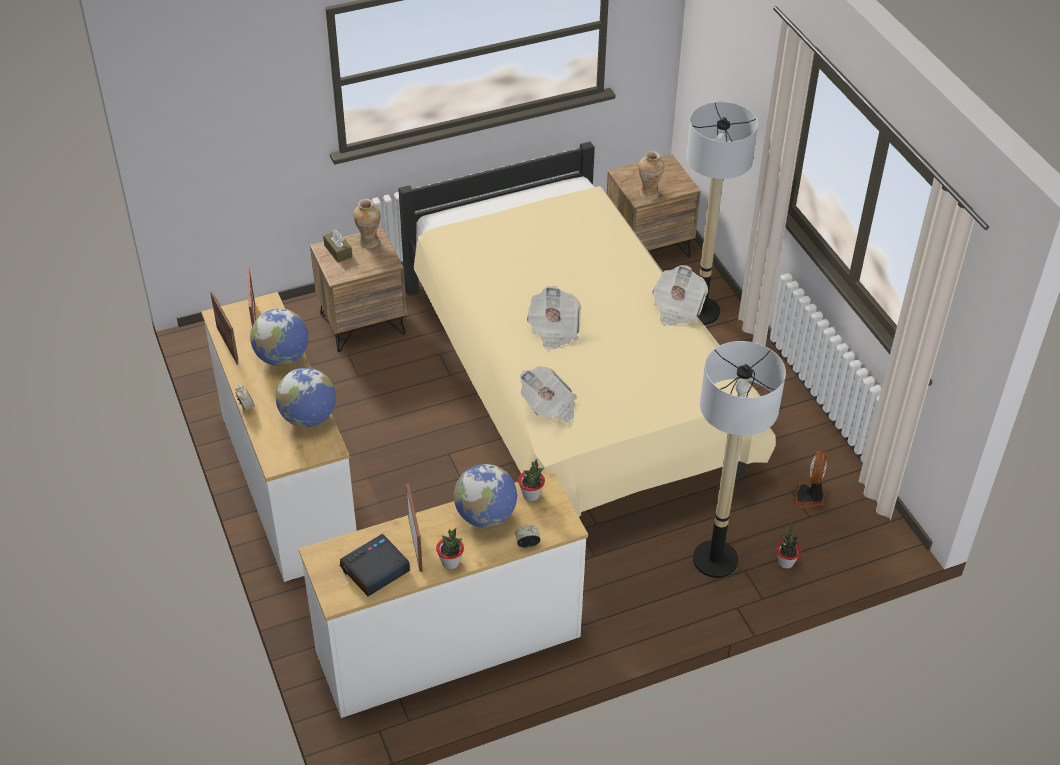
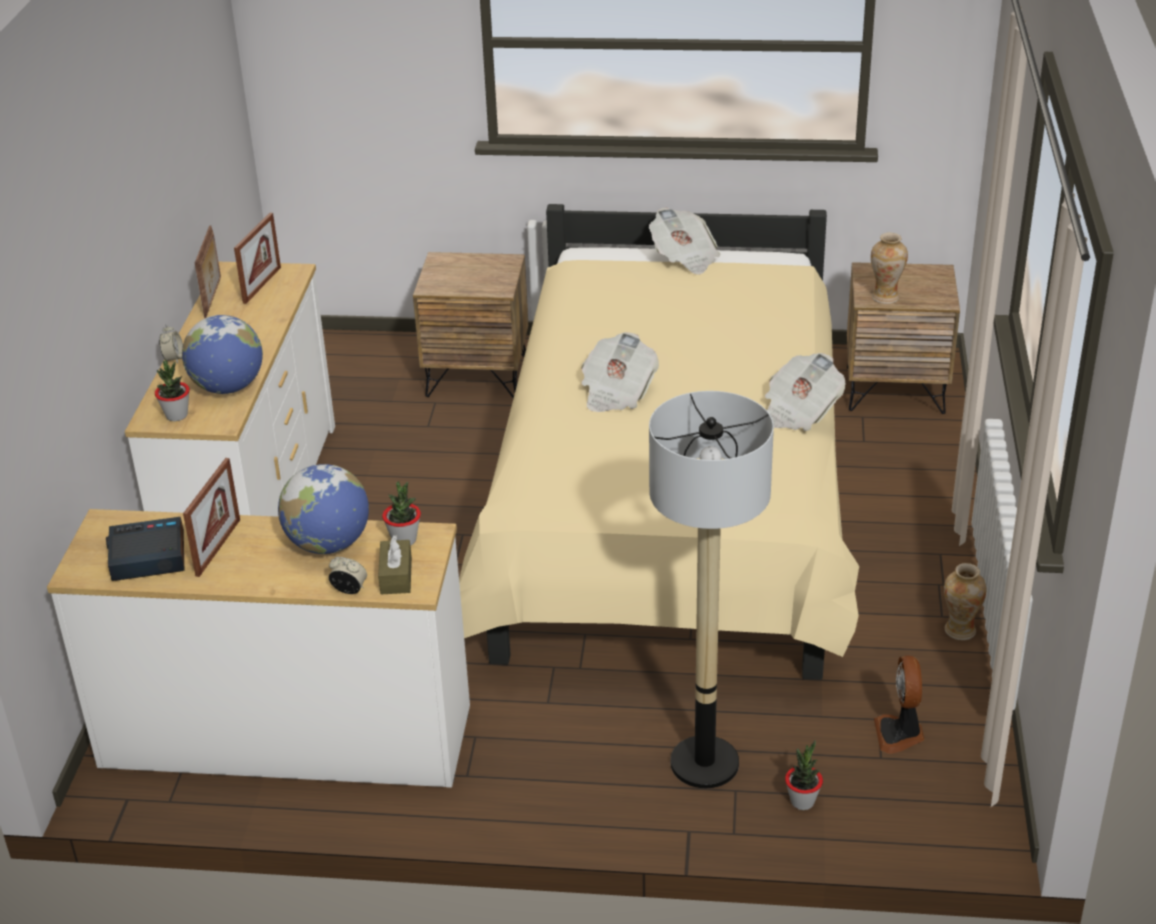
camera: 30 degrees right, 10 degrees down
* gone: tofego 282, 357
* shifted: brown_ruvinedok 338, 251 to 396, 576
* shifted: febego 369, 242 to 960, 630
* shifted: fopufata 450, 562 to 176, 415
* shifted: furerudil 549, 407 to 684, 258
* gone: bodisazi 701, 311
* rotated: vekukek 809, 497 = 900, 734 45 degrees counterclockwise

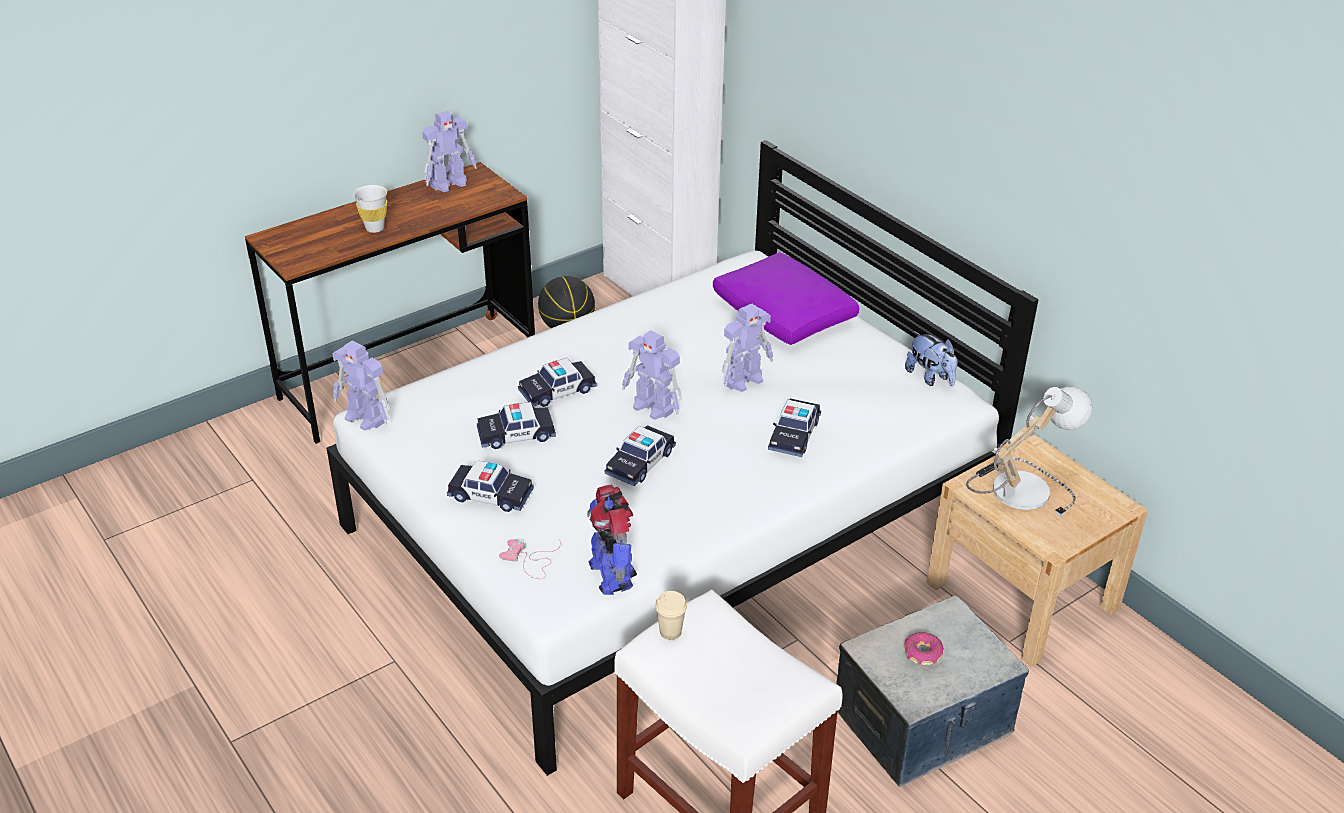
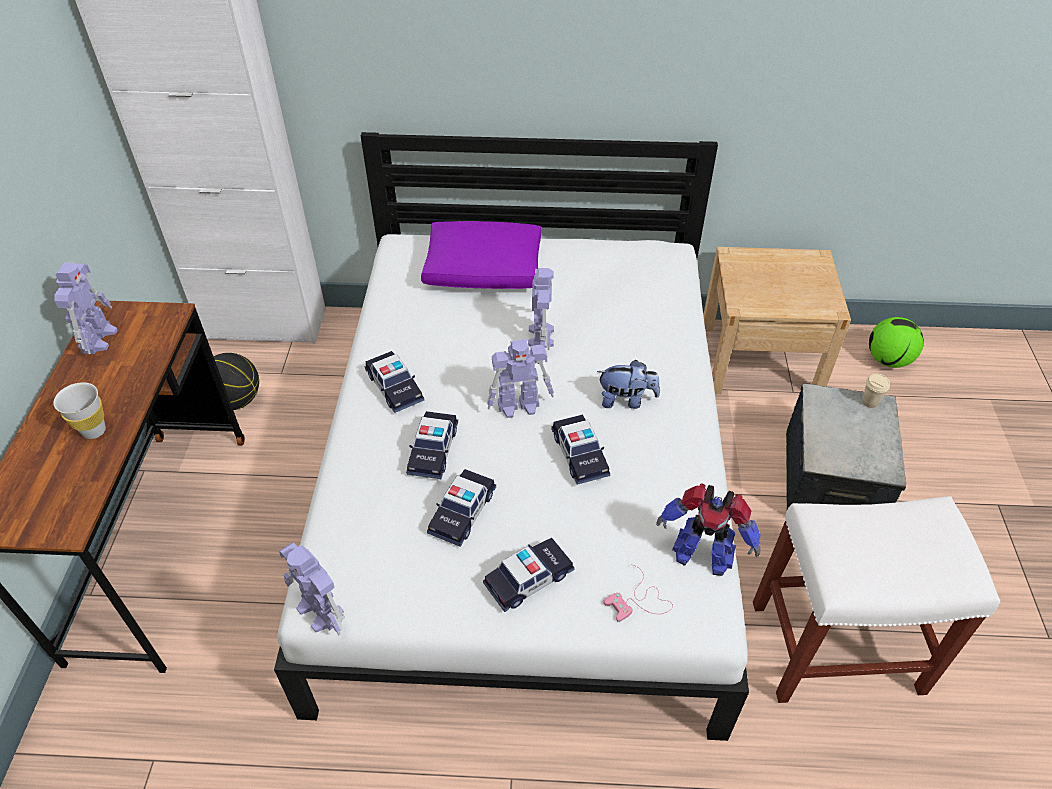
camera: 50 degrees left, 10 degrees up
* rotated: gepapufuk 366, 418 = 321, 611 60 degrees clockwise
* shifted: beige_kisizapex 670, 632 to 870, 402
* shifted: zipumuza 794, 435 to 394, 387
* gone: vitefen 922, 654
* shifted: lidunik 930, 377 to 626, 400
* gone: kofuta 1019, 487
* new: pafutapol 888, 360

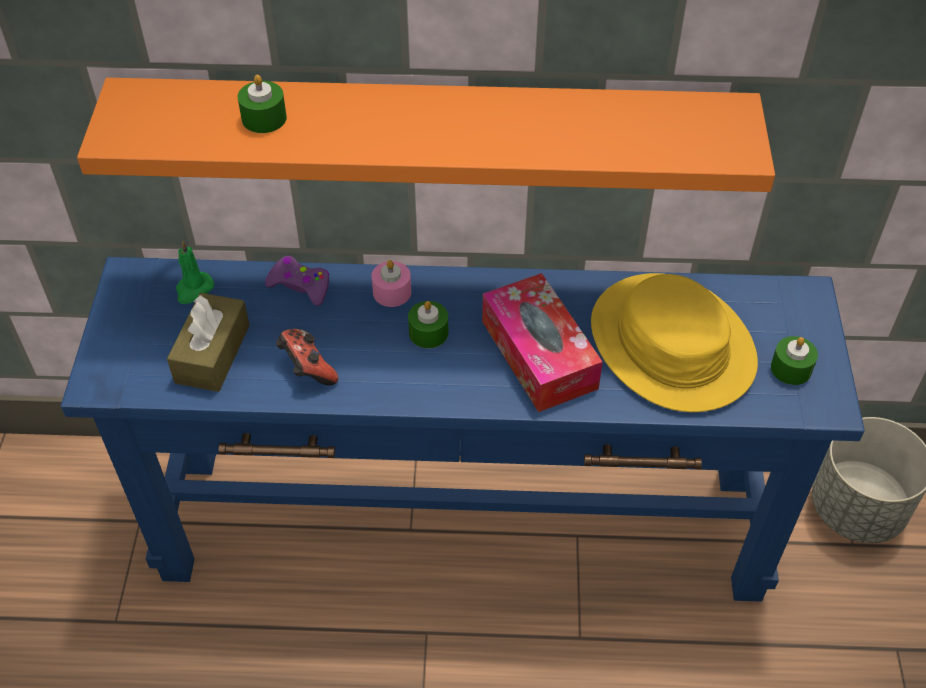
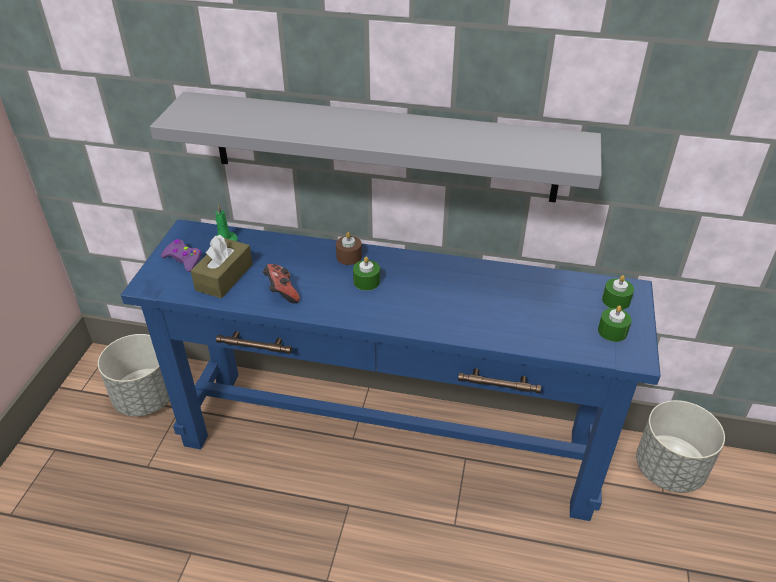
camera: 10 degrees right, 10 degrees down
* repainted: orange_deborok 431, 132 to grey_deborok 382, 147
* shifted: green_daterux 264, 118 to 616, 301
* shifted: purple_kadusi 300, 286 to 183, 259
* repainted: pink_daterux 392, 292 to brown_daterux 349, 257
* gone: ruvinedok 539, 354
* gone: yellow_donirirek 671, 344
* new: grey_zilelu 145, 398

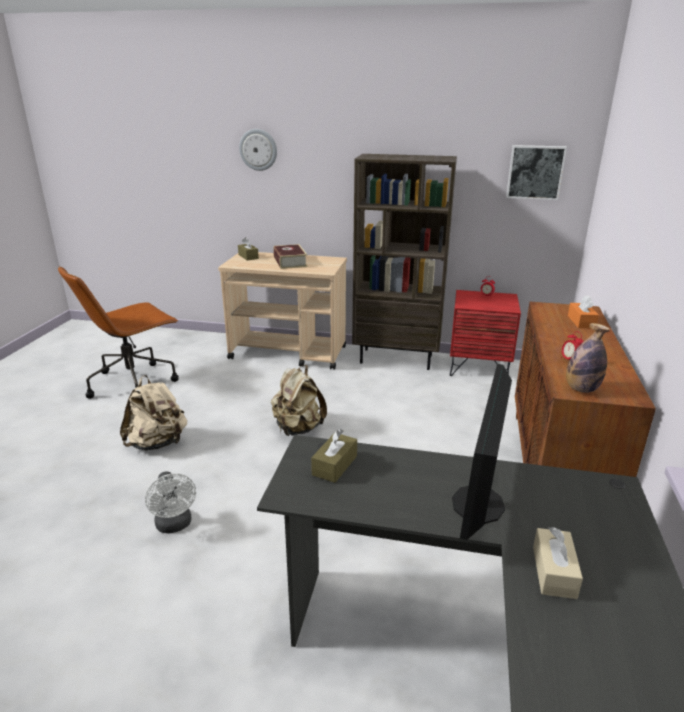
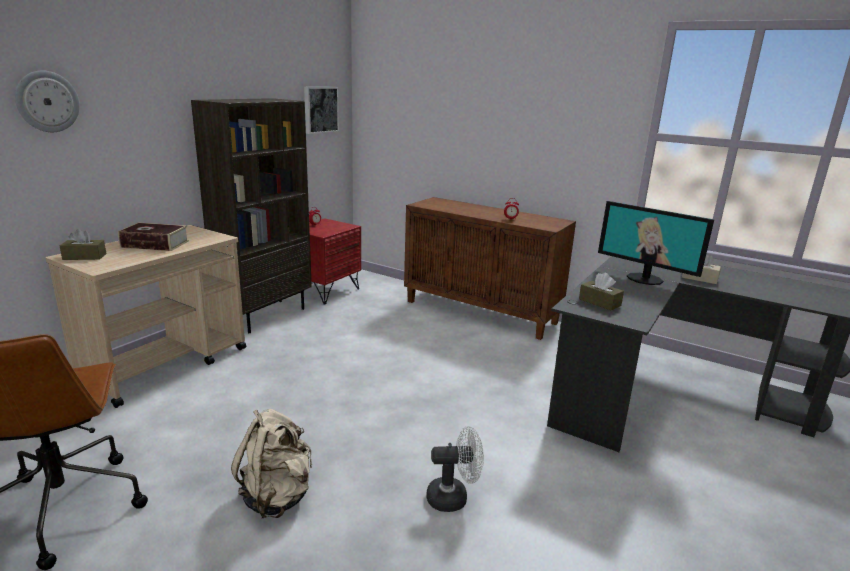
camera: 70 degrees left, 5 degrees down
* gone: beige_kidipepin 298, 428
* gone: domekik 581, 389
* gone: orange_ruvinedok 581, 322

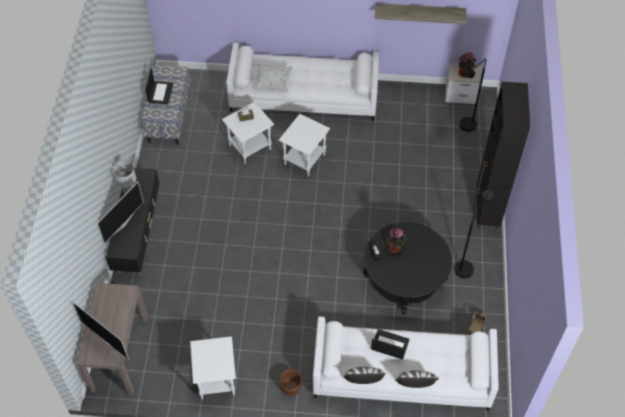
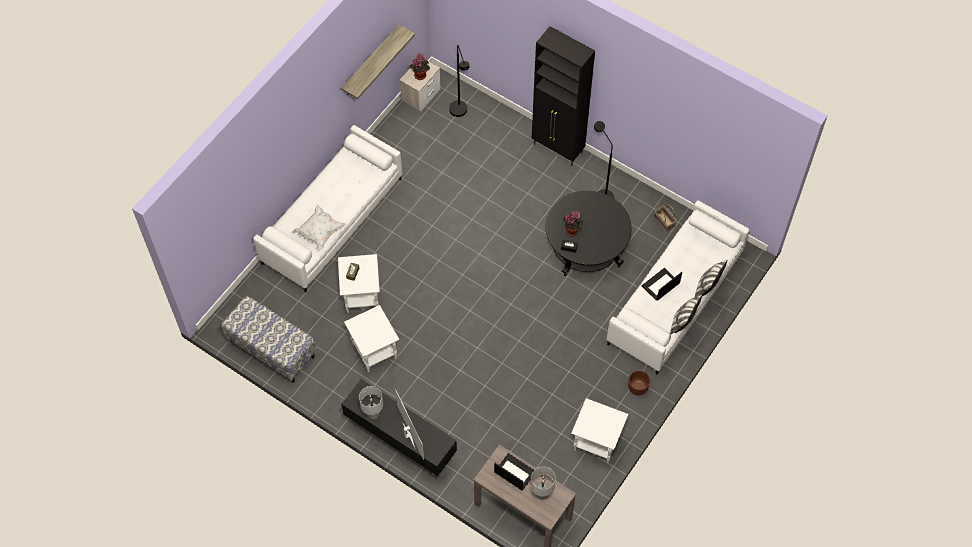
camera: 60 degrees left, 5 degrees up
* swapped: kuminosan 107, 340 to grey_kofuta 542, 494
* shifted: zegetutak 160, 92 to 514, 472
* shifted: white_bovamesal 305, 159 to 374, 351

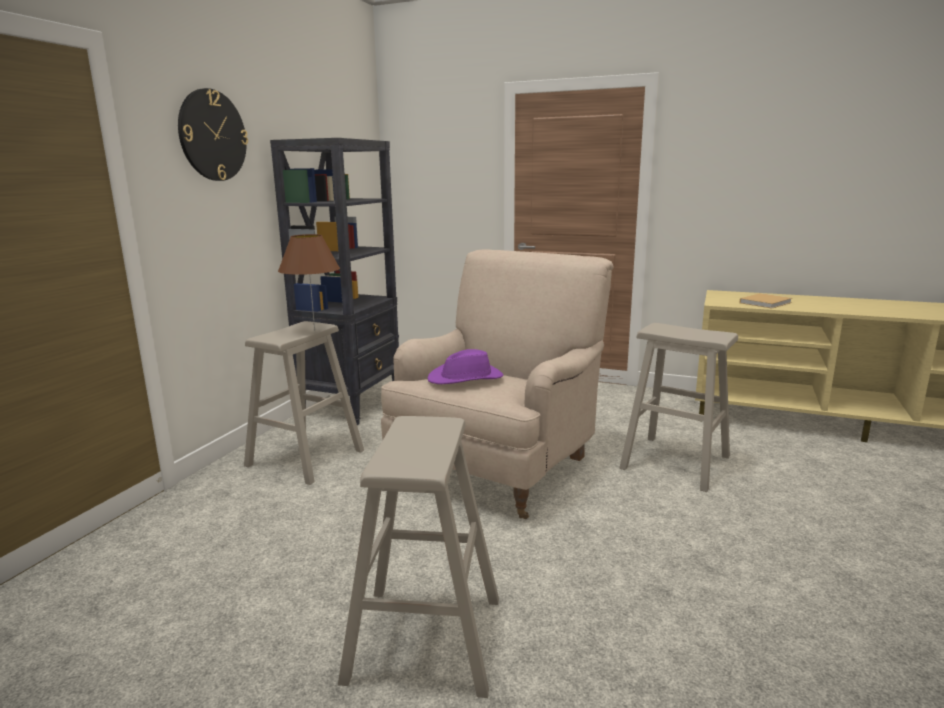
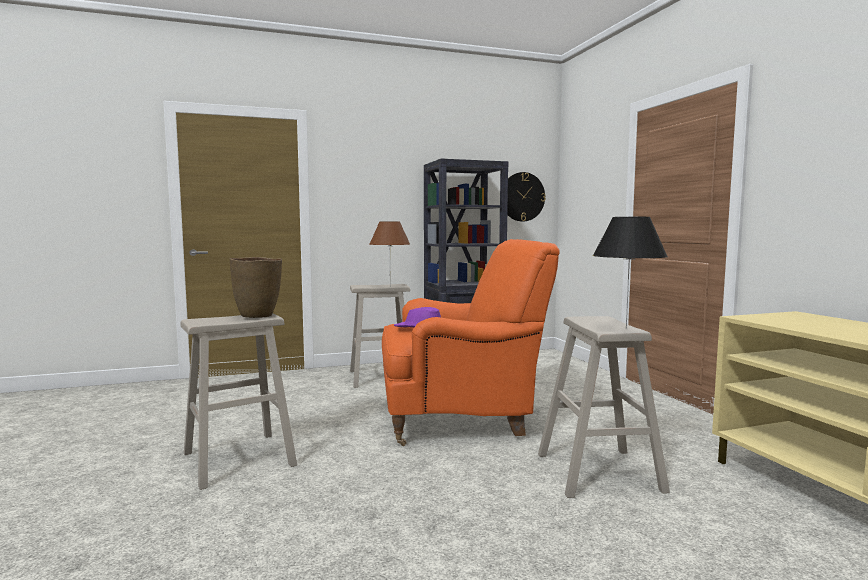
camera: 50 degrees right, 10 degrees down
* shifted: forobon 212, 135 to 522, 197
* repainted: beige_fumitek 498, 466 to orange_fumitek 460, 418
* gone: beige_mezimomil 766, 302
* new: brown_febego 258, 315
* new: black_kofuta 626, 328

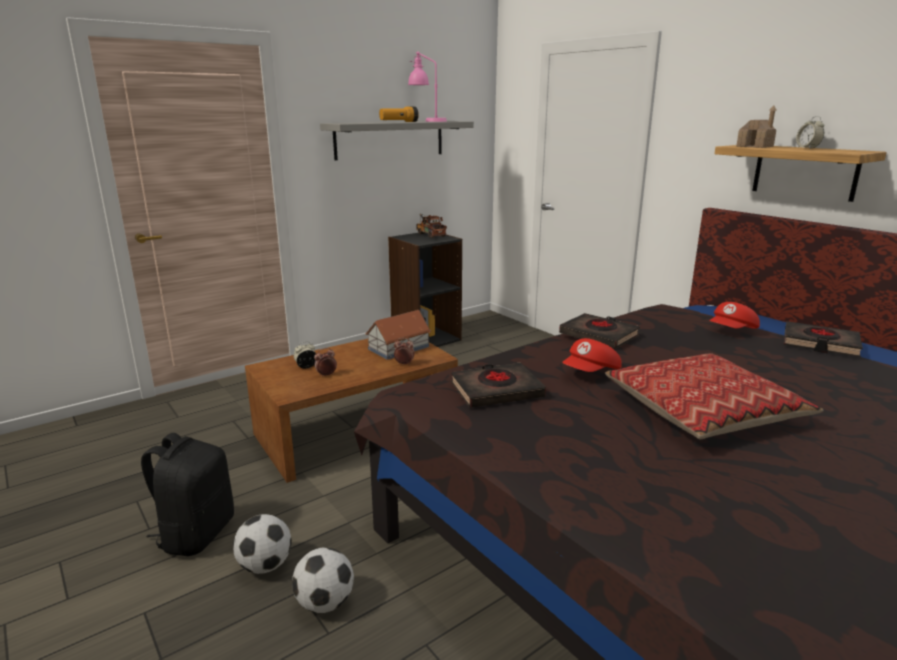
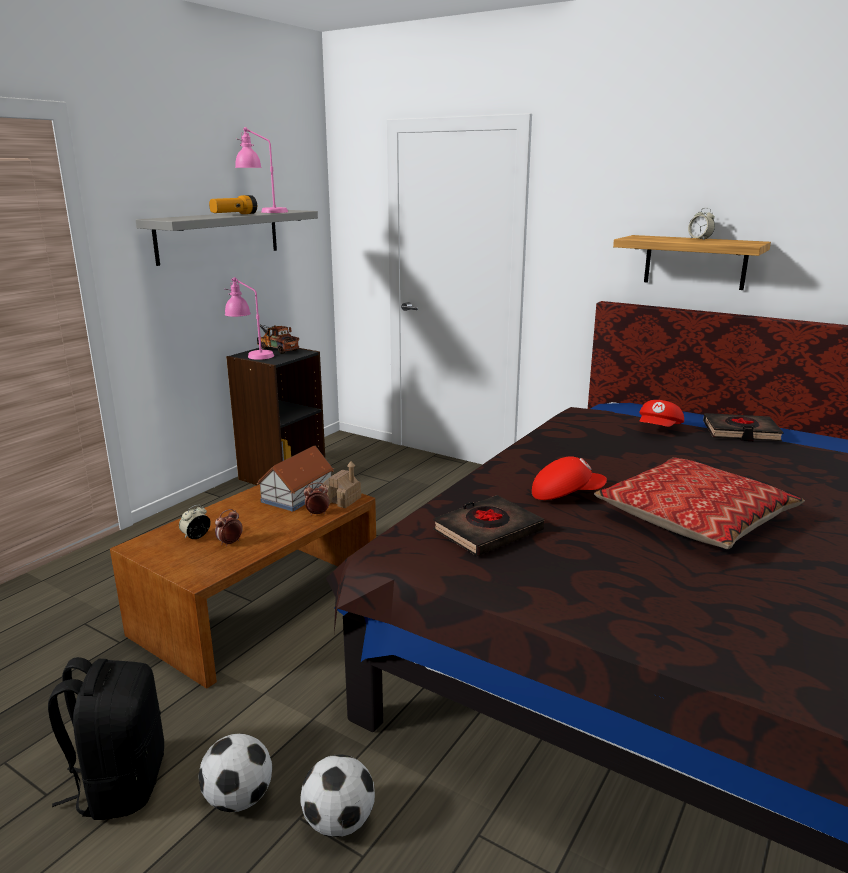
camera: 20 degrees left, 0 degrees up
* gone: black_mezimomil 599, 335
* rotated: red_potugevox 591, 373 = 566, 495 120 degrees counterclockwise
* shifted: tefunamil 755, 146 to 341, 500
* new: pink_kofuta 250, 355

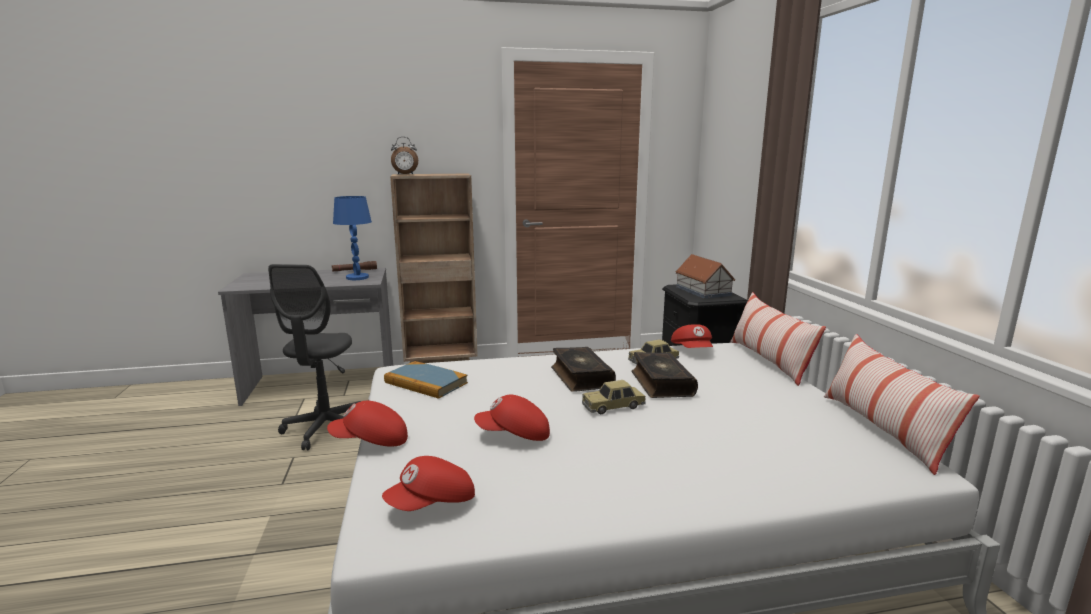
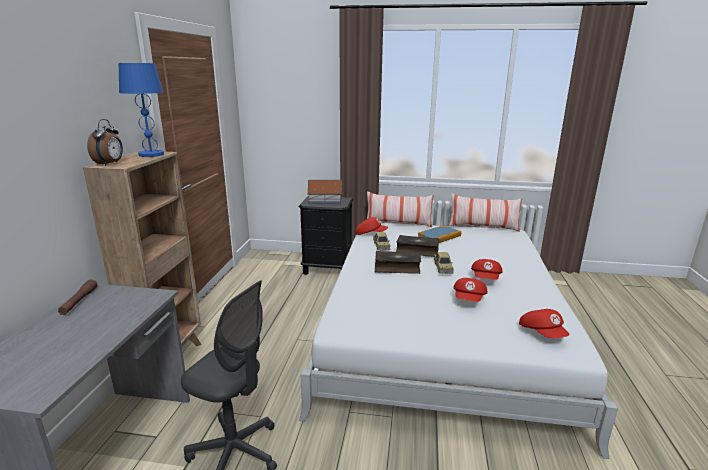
camera: 70 degrees left, 5 degrees up
* shifted: red_potugevox 370, 441 to 486, 279
* shifted: blue_kofuta 357, 277 to 151, 154
* shifted: mezimomil 425, 383 to 439, 237

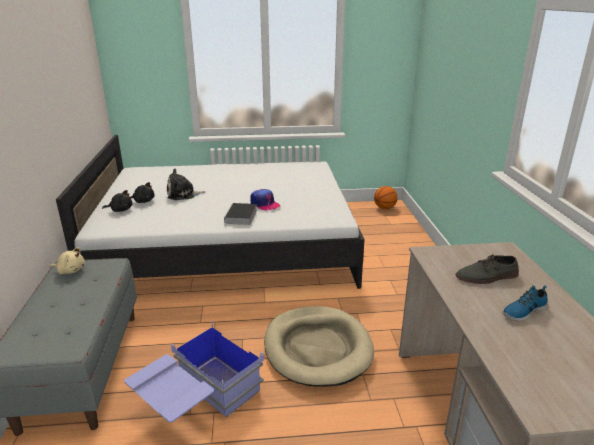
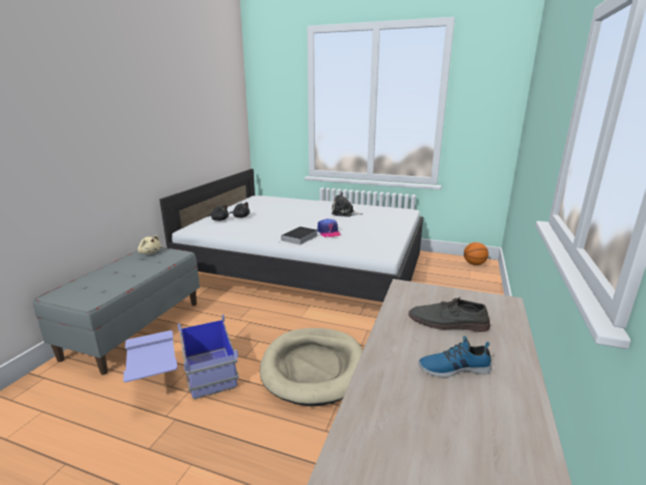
camera: 25 degrees right, 5 degrees down
* shifted: lidunik 183, 194 to 344, 213

